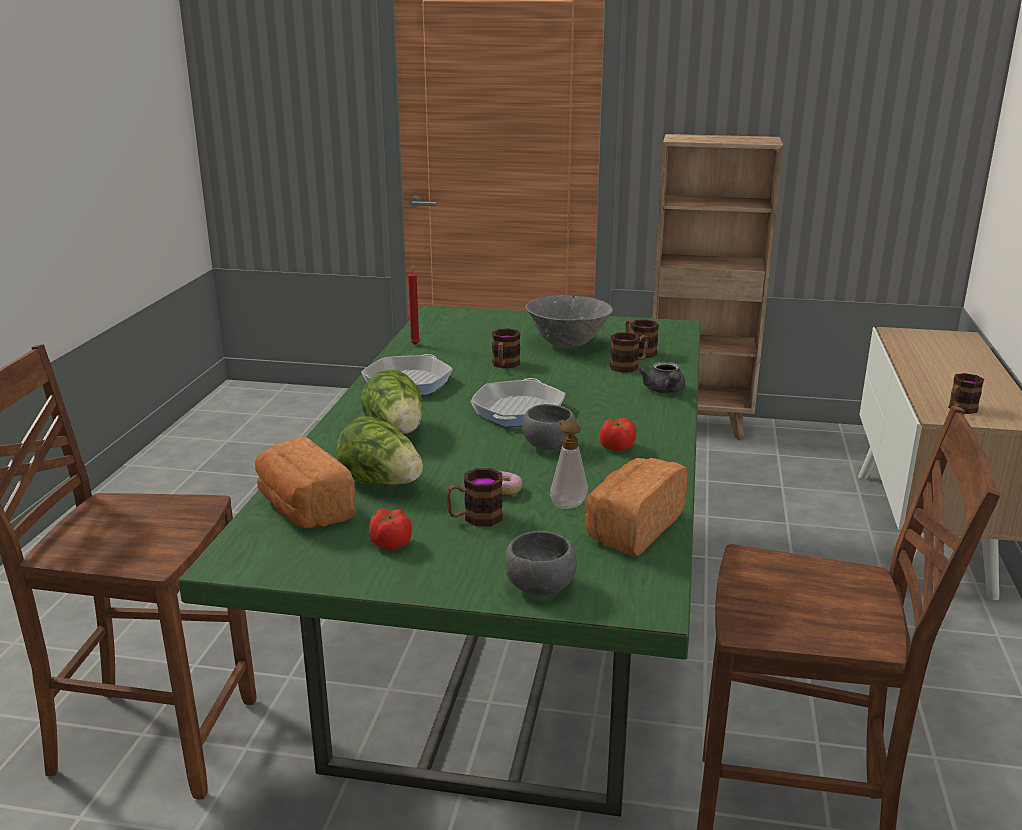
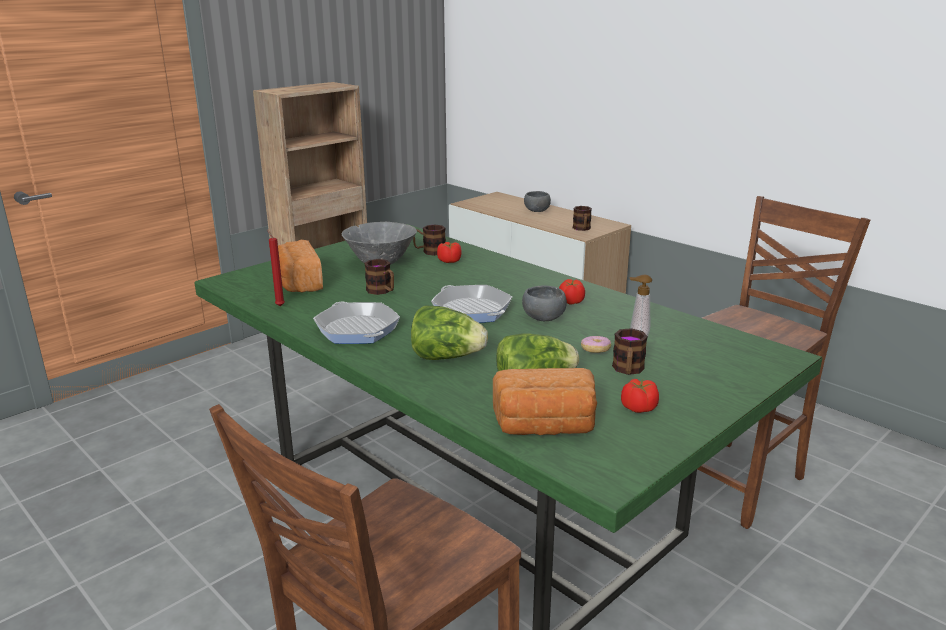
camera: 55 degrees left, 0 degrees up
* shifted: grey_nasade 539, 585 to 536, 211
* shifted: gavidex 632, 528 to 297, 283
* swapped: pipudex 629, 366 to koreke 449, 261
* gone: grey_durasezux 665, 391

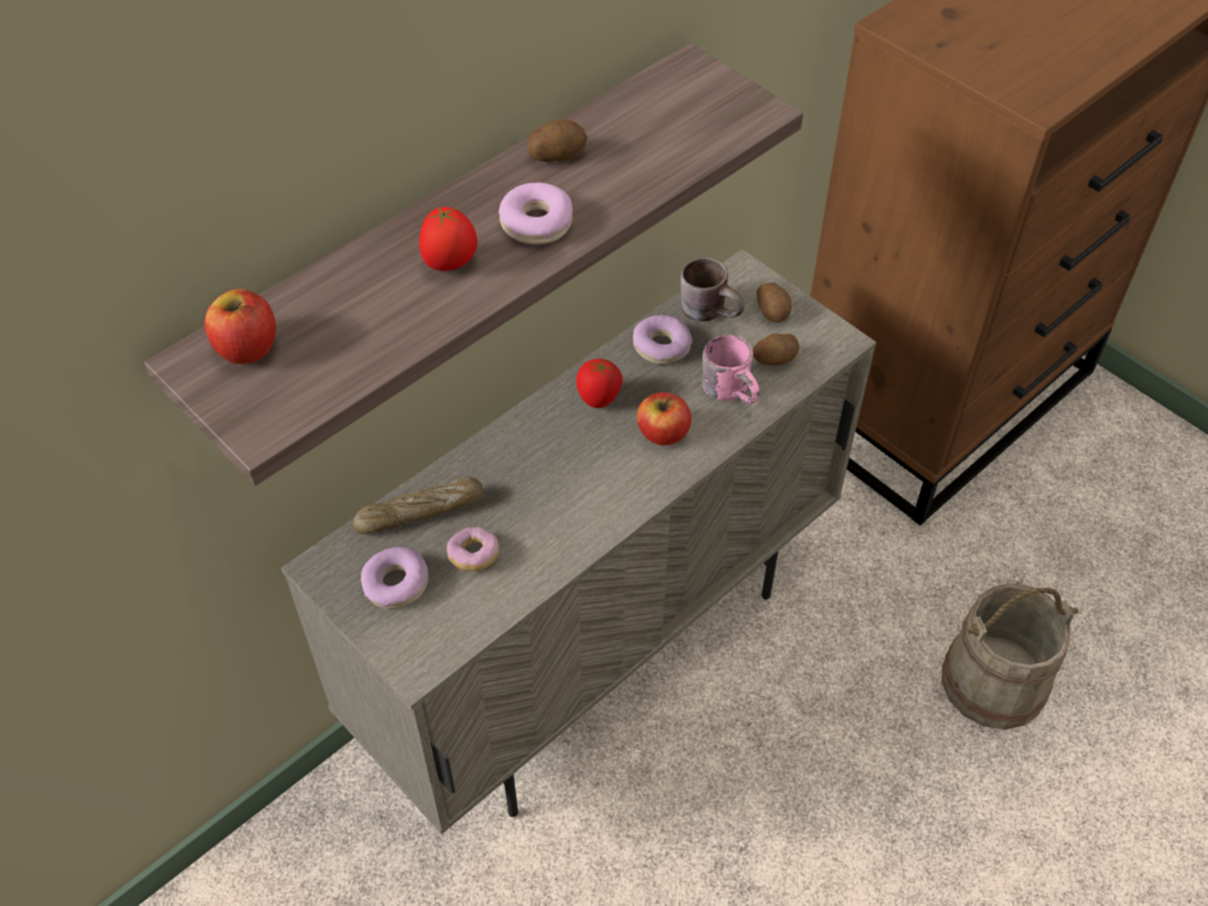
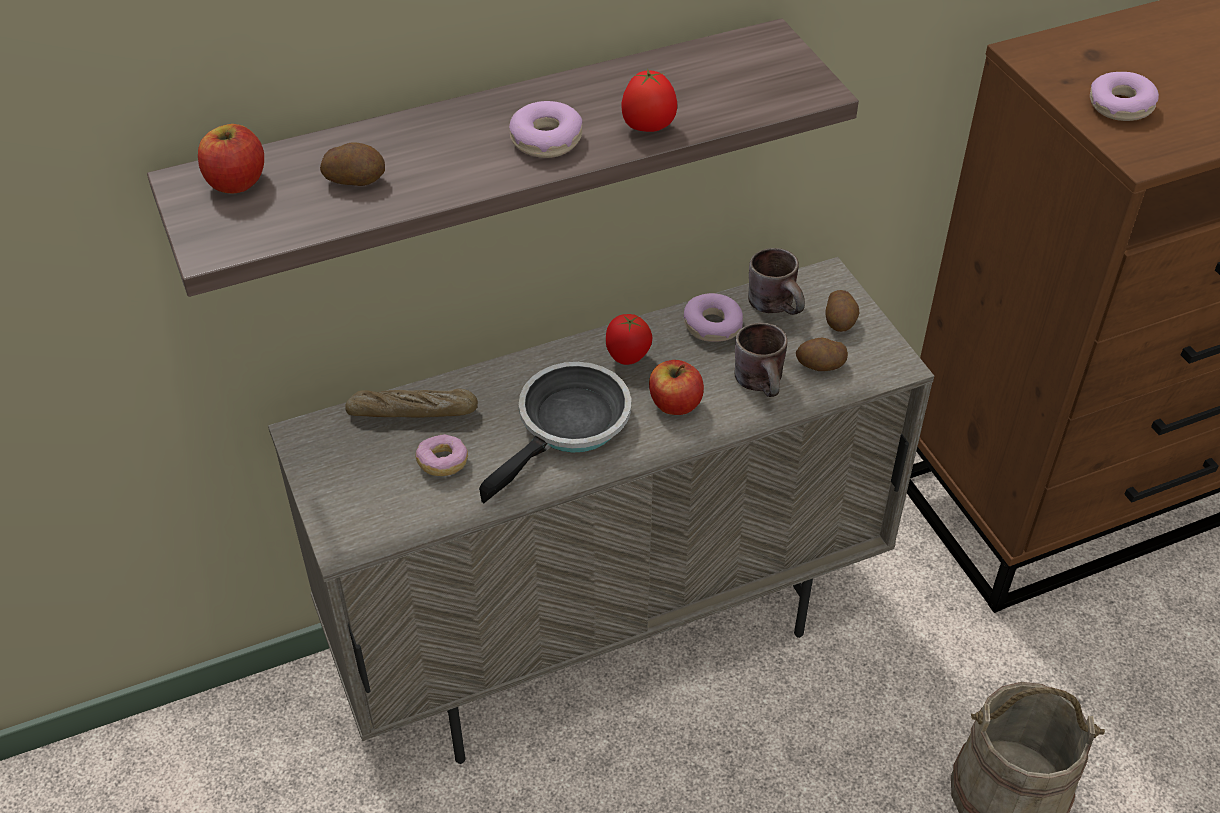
camera: 20 degrees right, 5 degrees down
* shifted: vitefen 396, 584 to 1120, 106
* shifted: koreke 450, 264 to 648, 128
* shifted: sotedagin 557, 154 to 355, 179
* repainted: pink_pipudex 734, 390 to brown_pipudex 765, 383
* new: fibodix 569, 426

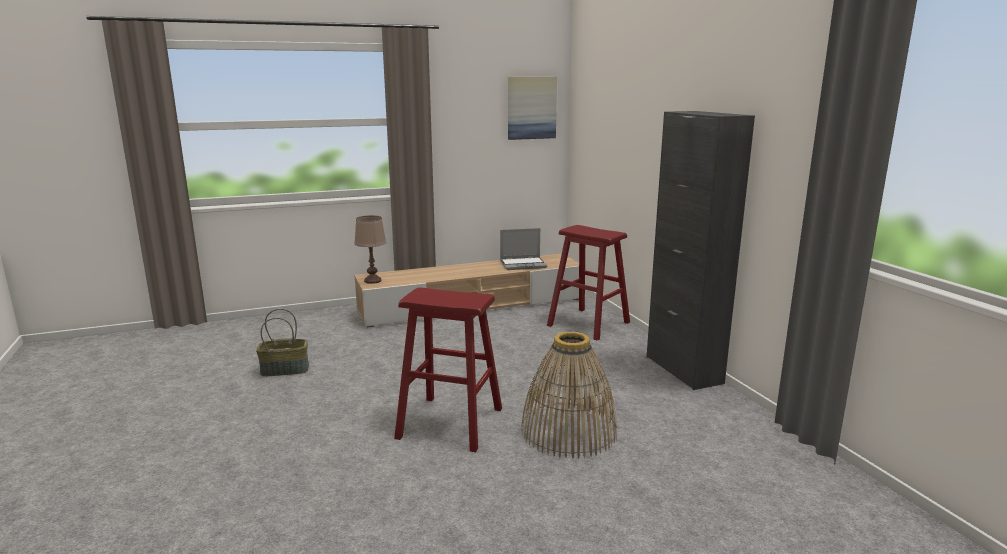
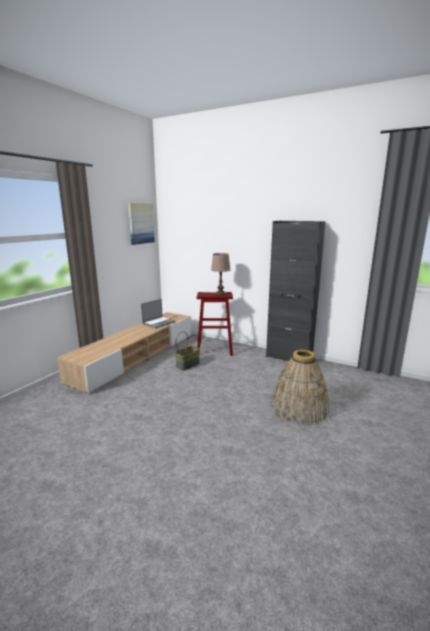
camera: 40 degrees left, 0 degrees up
* shifted: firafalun 285, 369 to 187, 364
* shifted: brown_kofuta 372, 281 to 220, 294
* gone: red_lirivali 450, 423

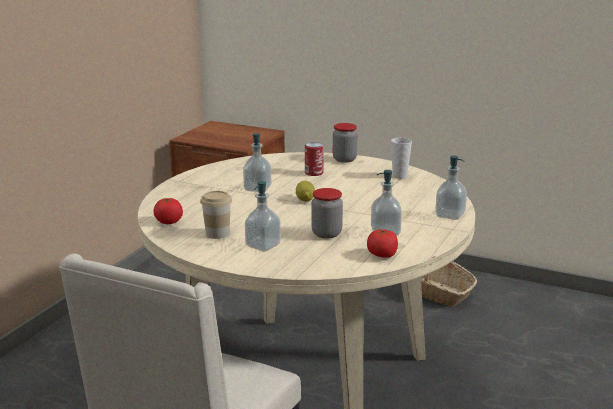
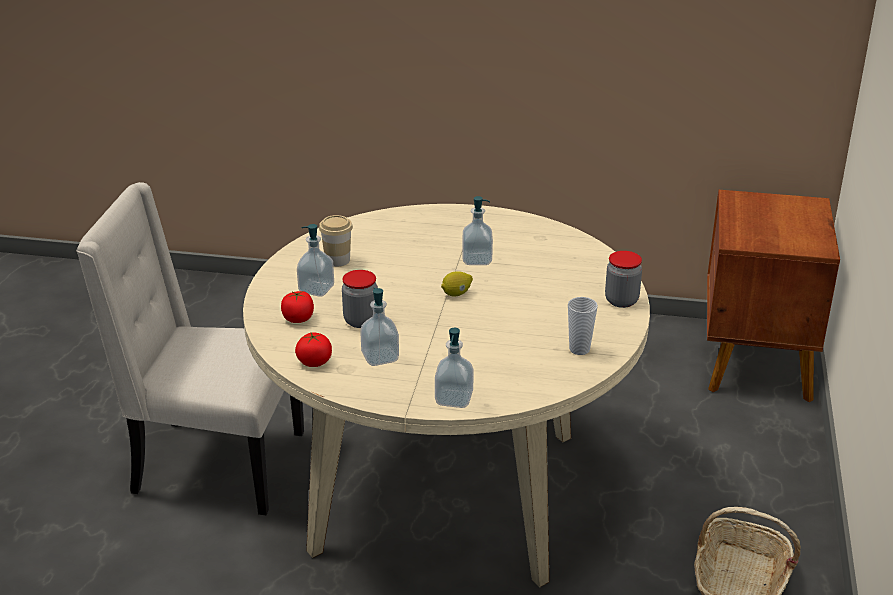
camera: 75 degrees right, 10 degrees up
* shifted: koreke 168, 222 to 298, 318
* gone: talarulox 314, 173

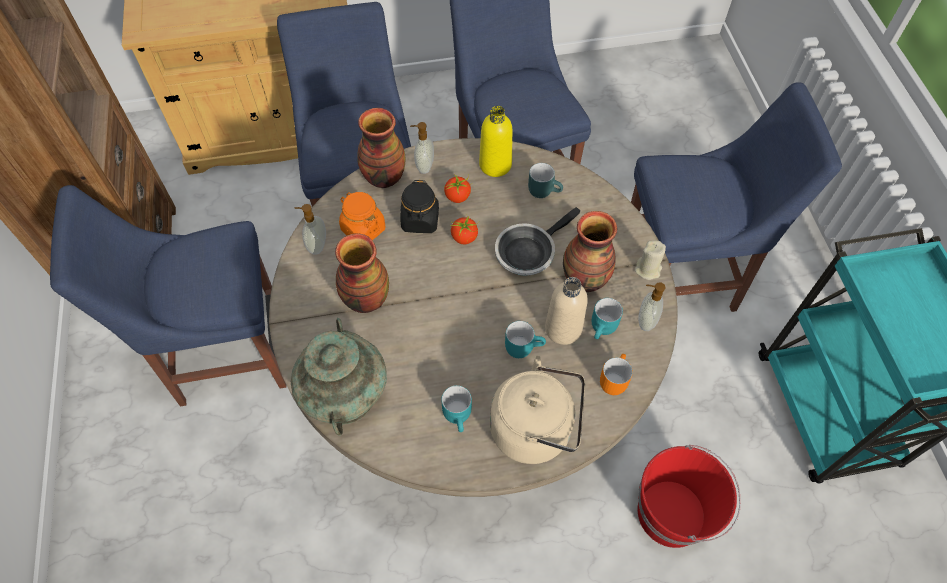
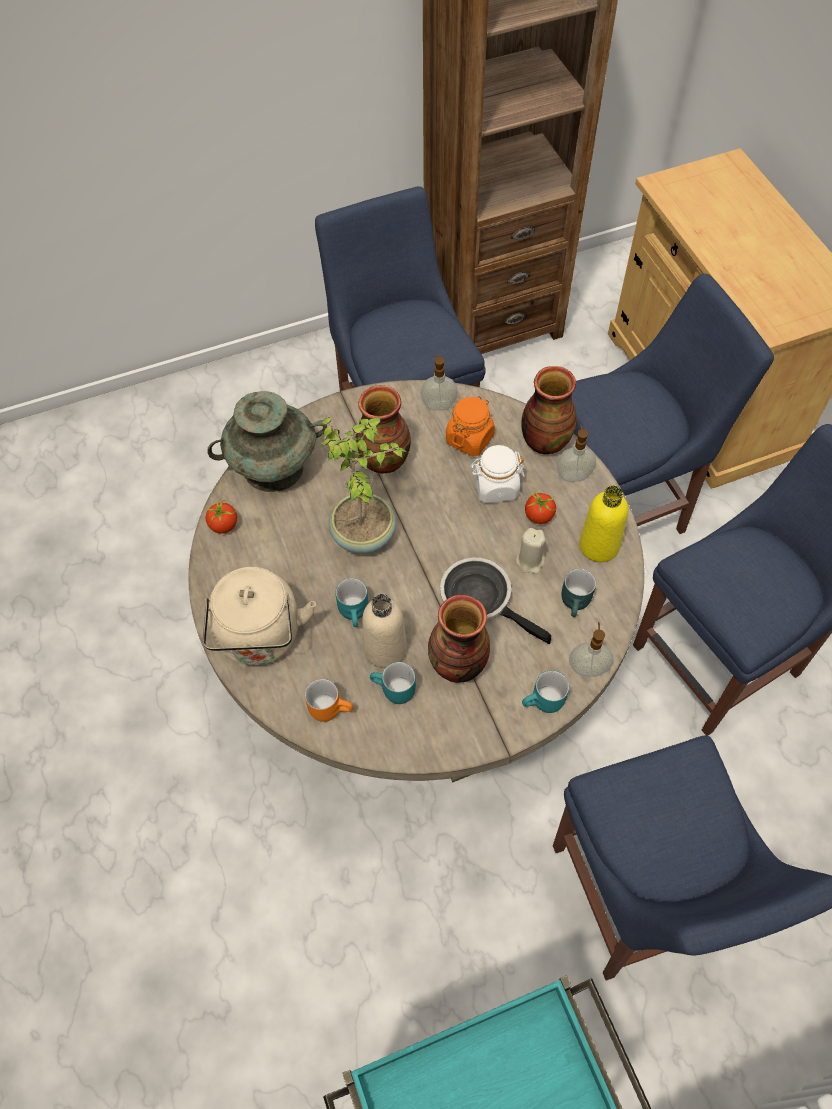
camera: 80 degrees right, 0 degrees up
* repainted: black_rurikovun 420, 220 to white_rurikovun 495, 487
* shifted: turquoise_pipudex 459, 416 to 544, 704
* shifted: koreke 464, 237 to 224, 525
* shifted: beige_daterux 648, 269 to 530, 561
* shifted: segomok 645, 321 to 587, 668
* gone: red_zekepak 673, 512
* new: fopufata 364, 533

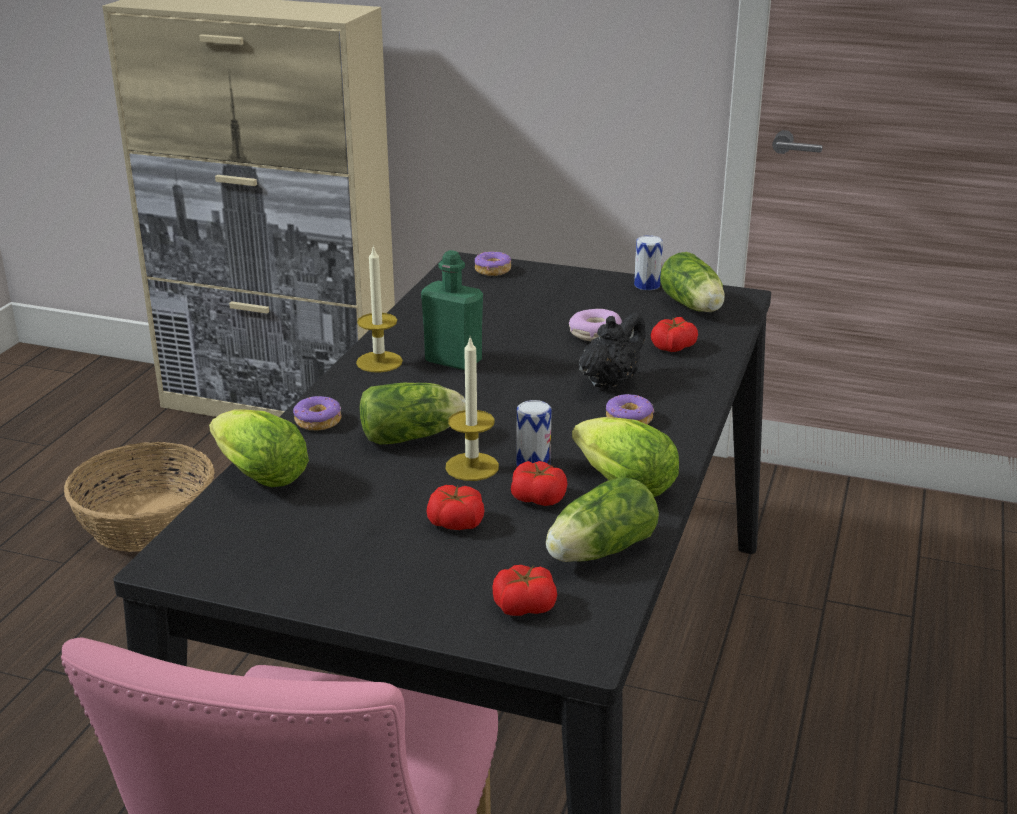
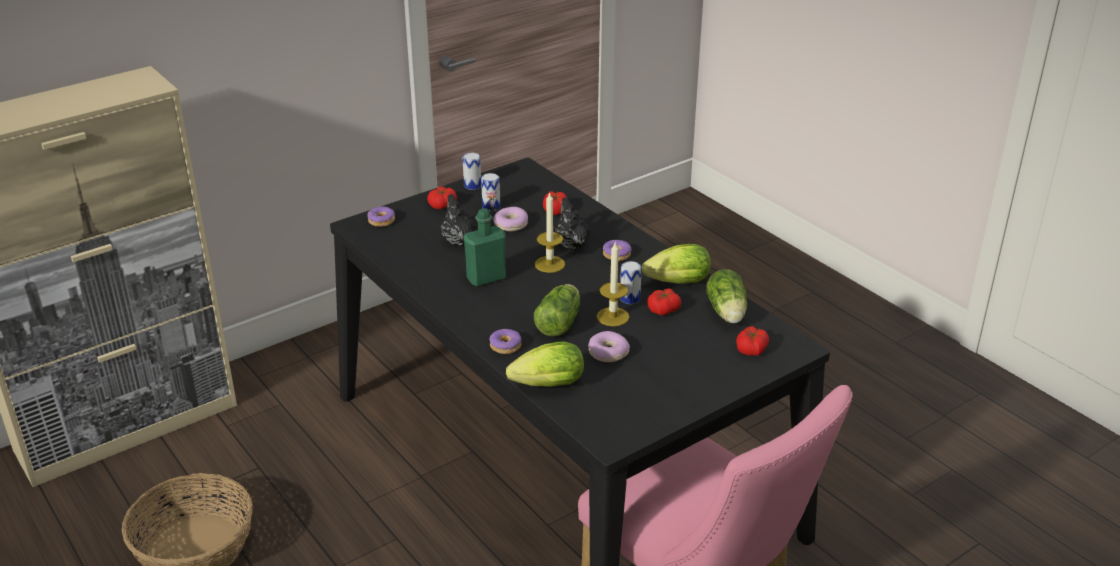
camera: 55 degrees left, 5 degrees up
* shifted: daterux 379, 362 to 550, 264
* shifted: koreke 456, 522 to 442, 205
* gone: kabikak 693, 307
* new: black_durasezux 458, 239
* new: talarulox 491, 207
* new: vitefen 608, 353

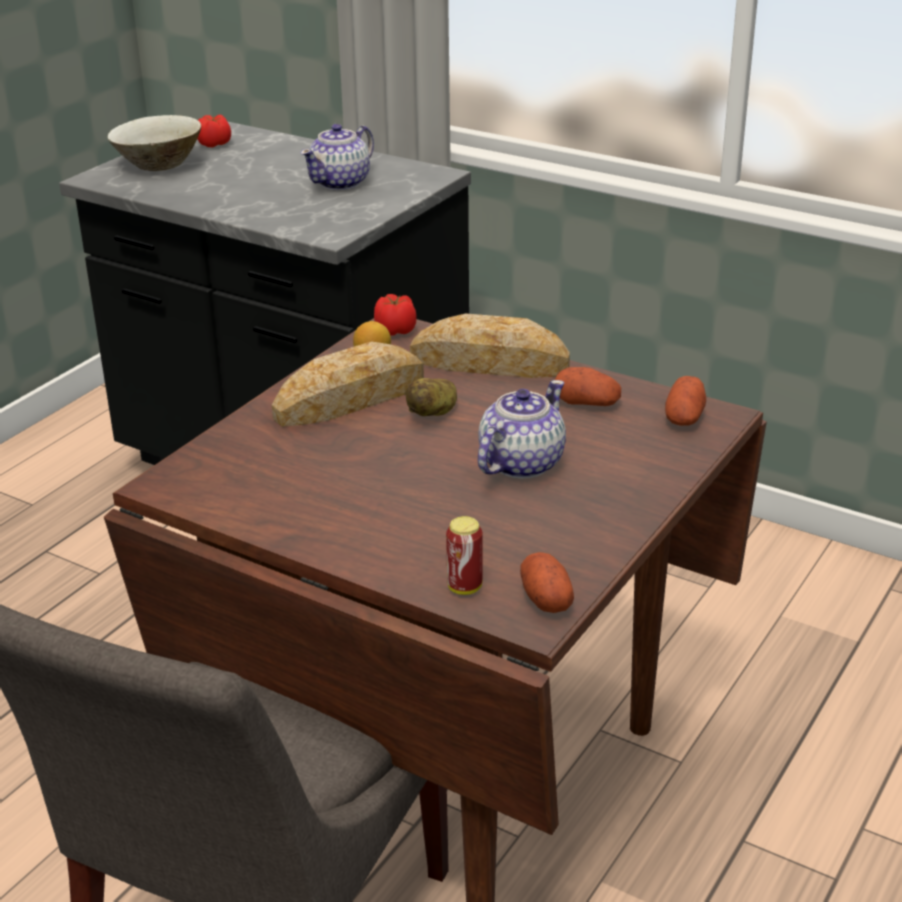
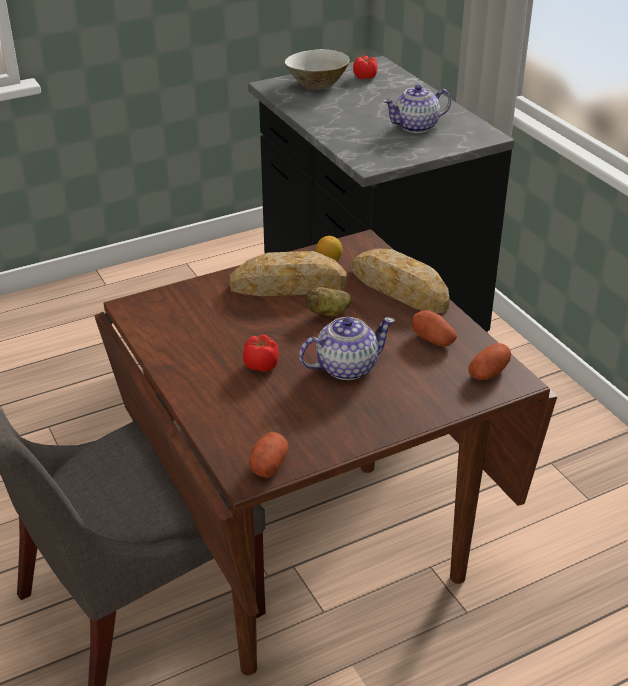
camera: 30 degrees right, 5 degrees up
* shifted: koreke 395, 330 to 261, 365
* gone: talarulox 464, 587

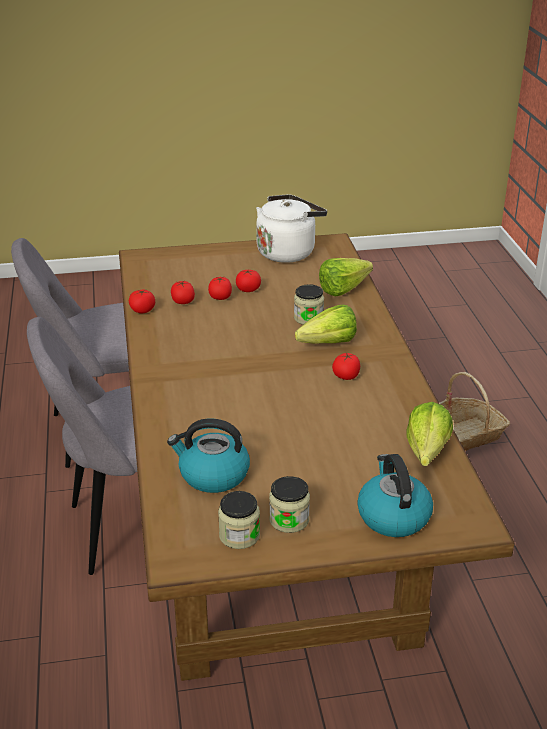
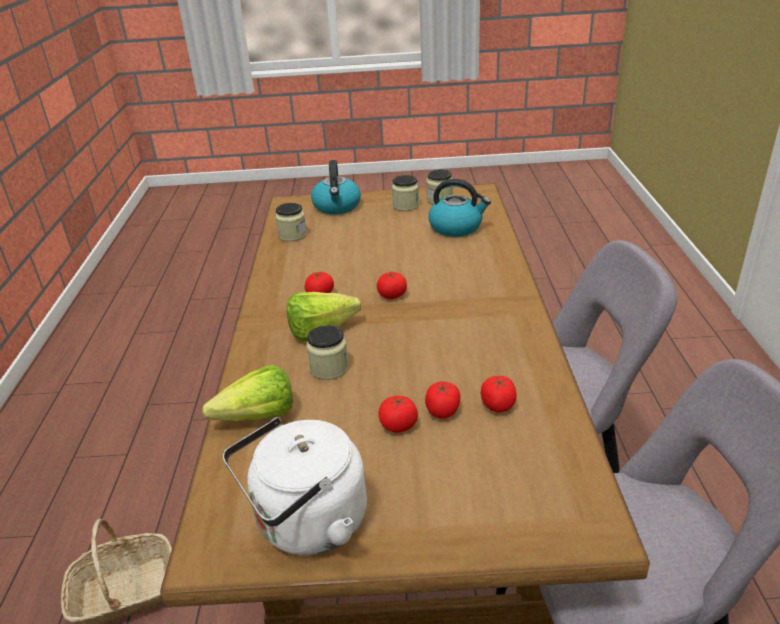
camera: 170 degrees left, 0 degrees up
* shifted: koreke 142, 310 to 392, 295
* swapped: kabikak 424, 456 to rurikovun 292, 235

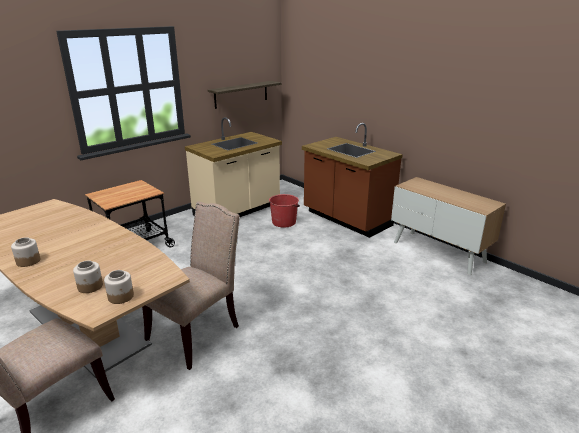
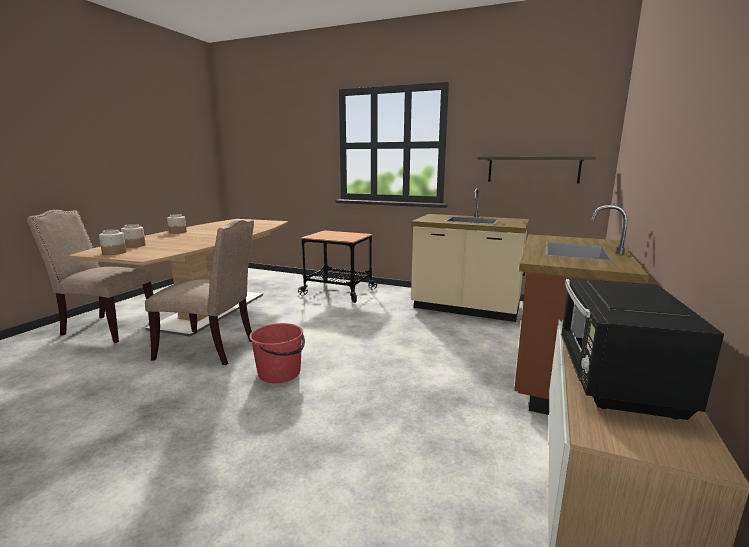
camera: 65 degrees right, 10 degrees down
* shifted: red_zekepak 284, 222 to 280, 373
* new: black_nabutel 616, 380

